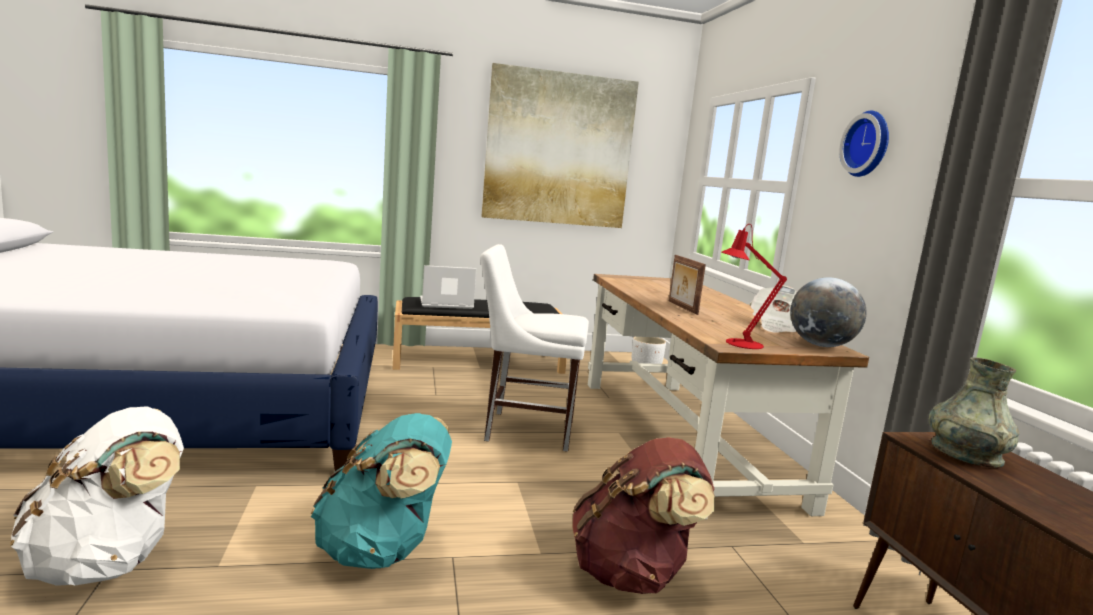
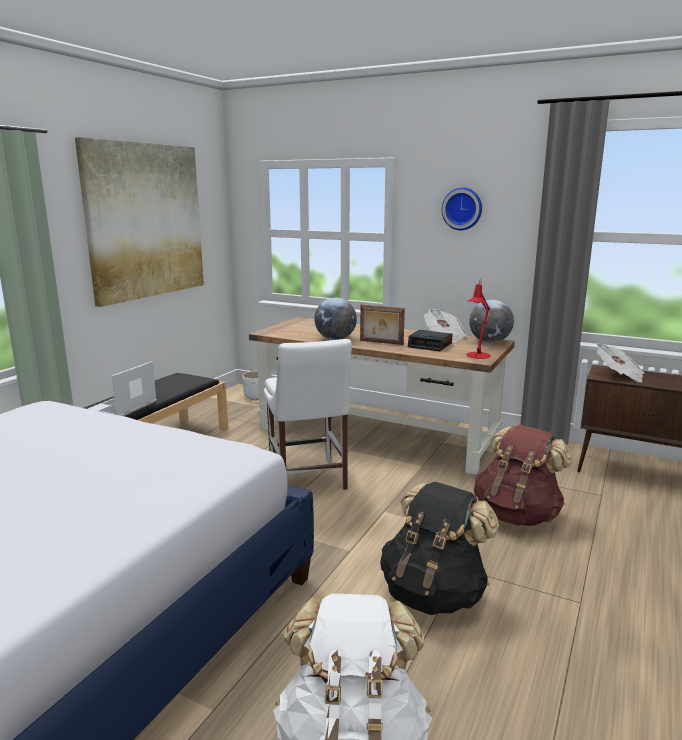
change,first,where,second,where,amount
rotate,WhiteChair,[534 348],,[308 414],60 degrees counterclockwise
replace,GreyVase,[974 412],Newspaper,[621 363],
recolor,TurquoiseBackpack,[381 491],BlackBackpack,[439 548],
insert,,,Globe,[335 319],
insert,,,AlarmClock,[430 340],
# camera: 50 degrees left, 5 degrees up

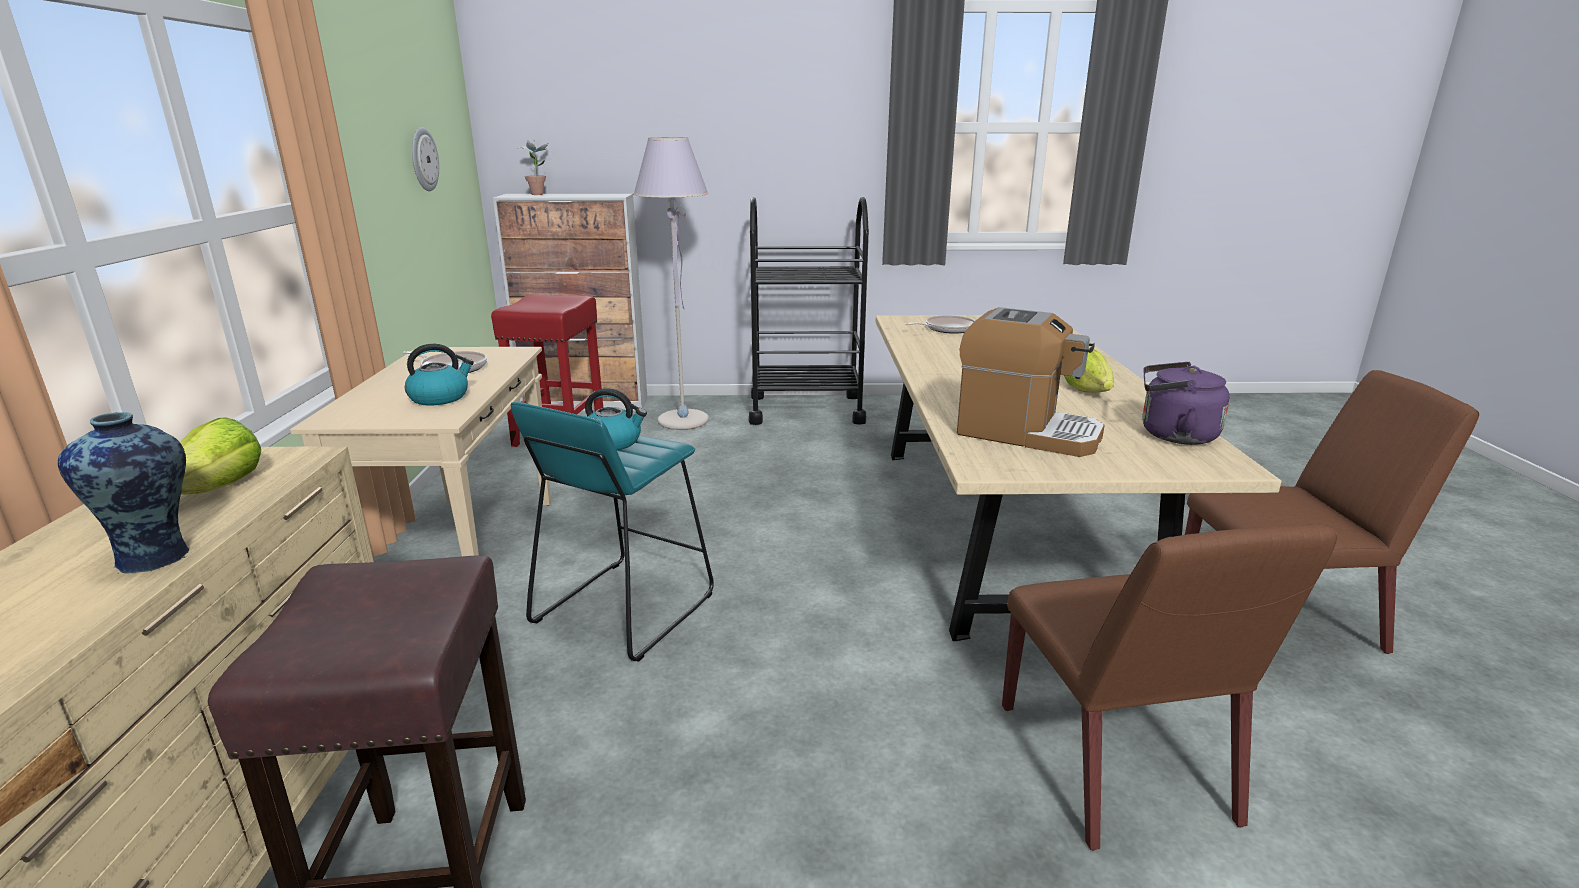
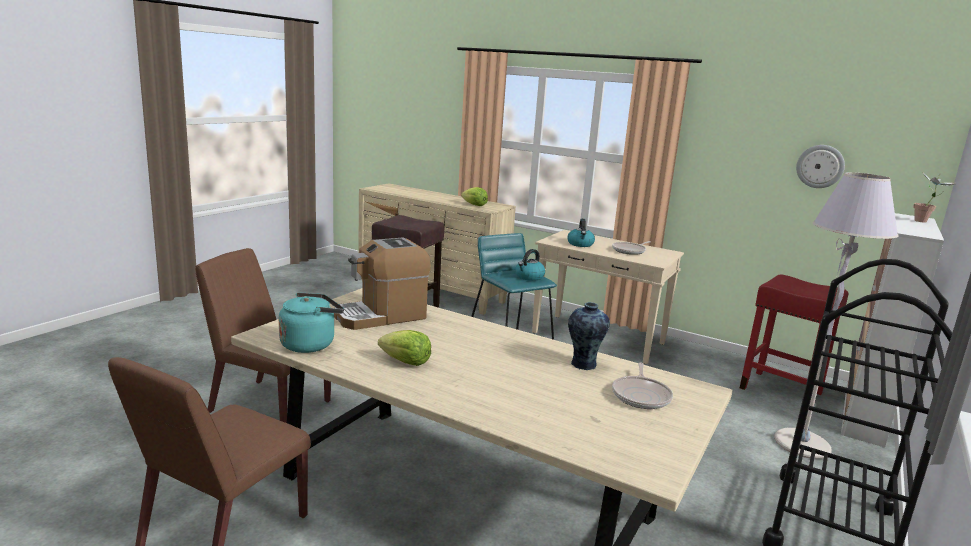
change,first,where,second,where,amount
recolor,PurpleKettle,[1186 403],TurquoiseKettle,[311 322],
move,Vase,[123 493],,[589 336],
# camera: 120 degrees right, 5 degrees down

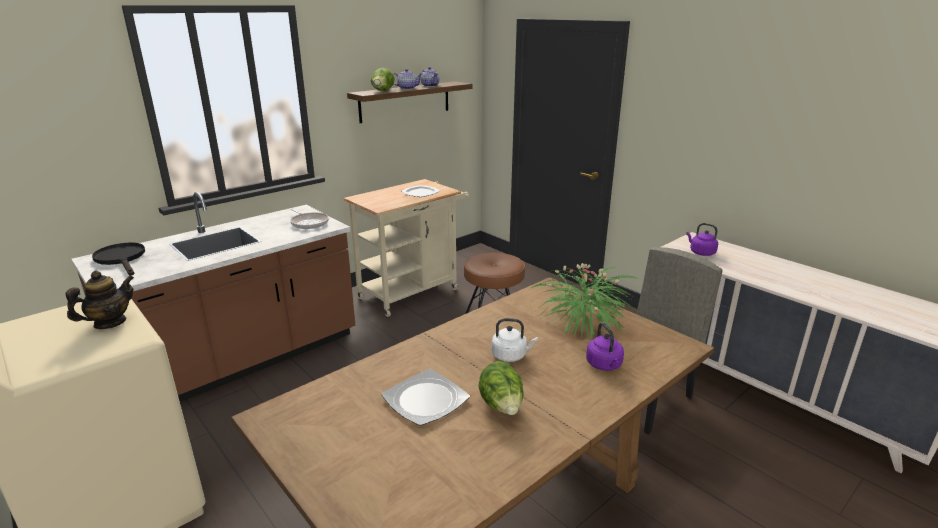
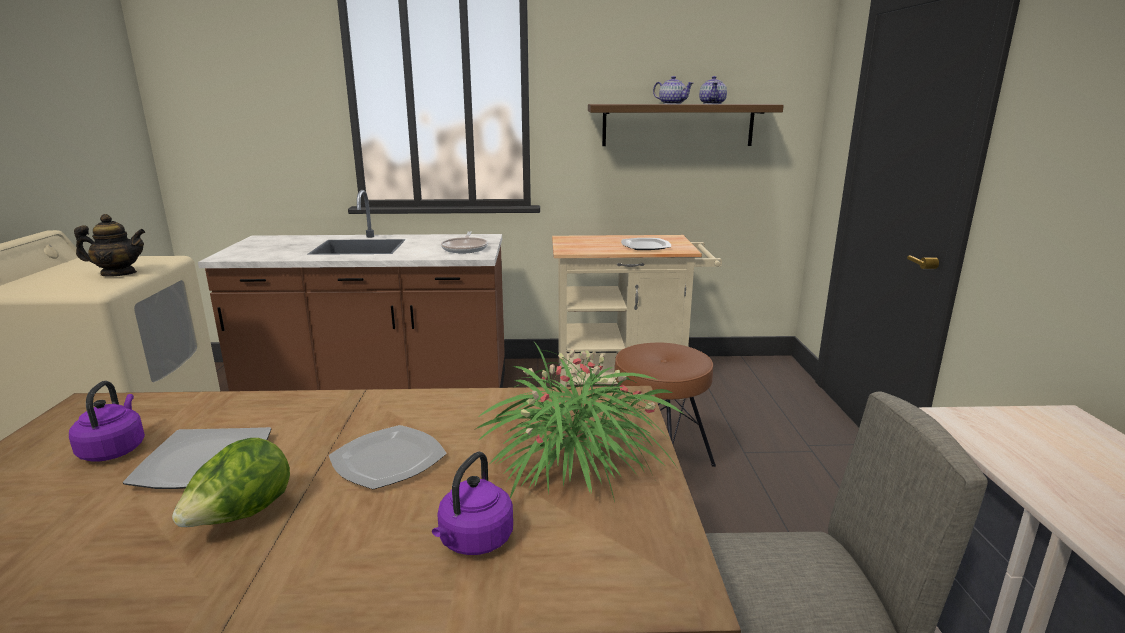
change,first,where,second,where,amount
delete,Lettuce,[383 79],,,
move,PurpleKettle,[702 239],,[107 421],
delete,BlackFryingPan,[118 258],,,
replace,WhiteKettle,[514 340],Plate,[388 457],
# camera: 40 degrees right, 5 degrees down

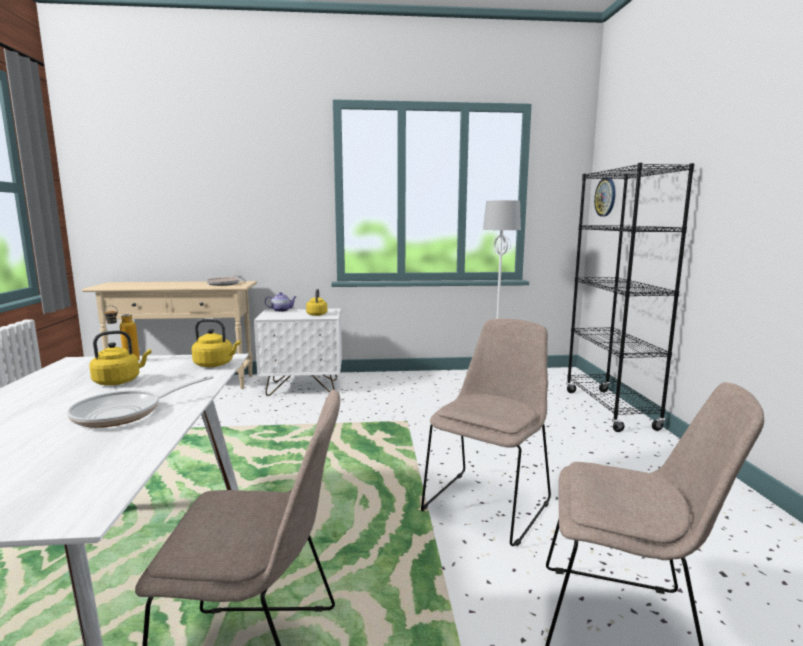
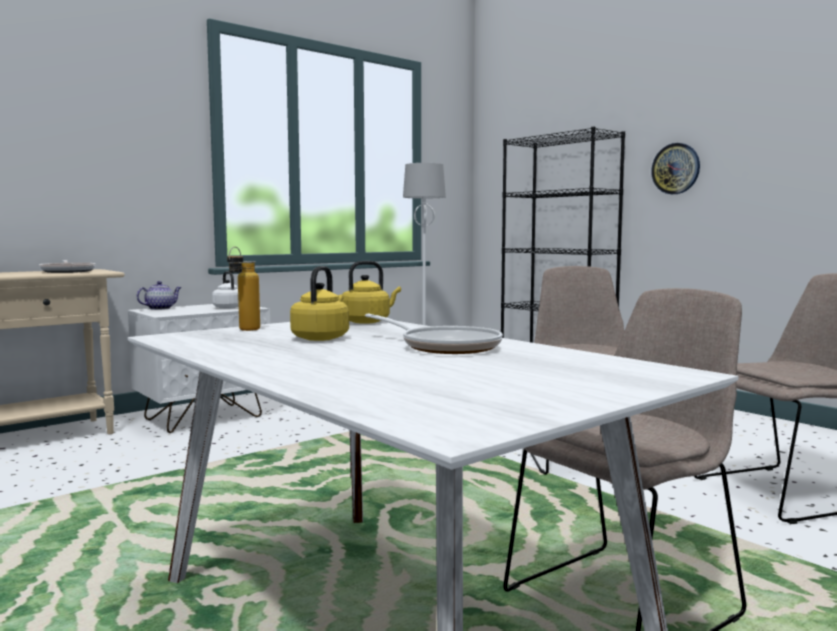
change,first,where,second,where,amount
move,WallClock,[605 198],,[675 168],
recolor,YellowKettle,[316 302],WhiteKettle,[225 290],
rotate,FryingPan,[140 401],,[434 334],60 degrees counterclockwise
# camera: 35 degrees left, 5 degrees down

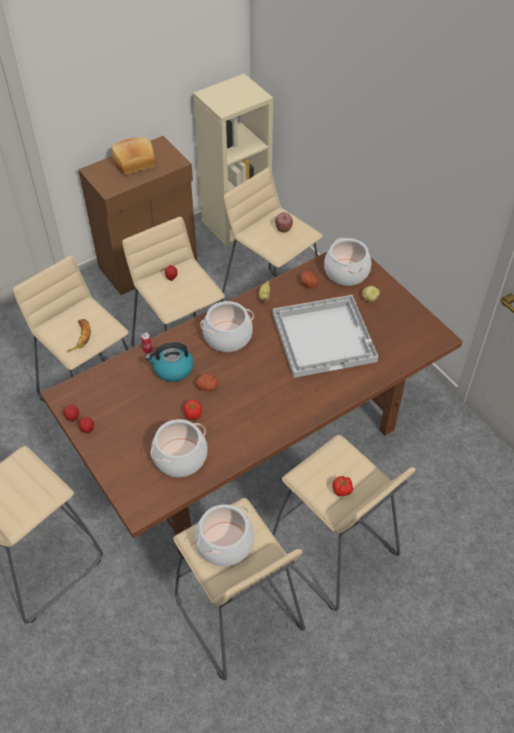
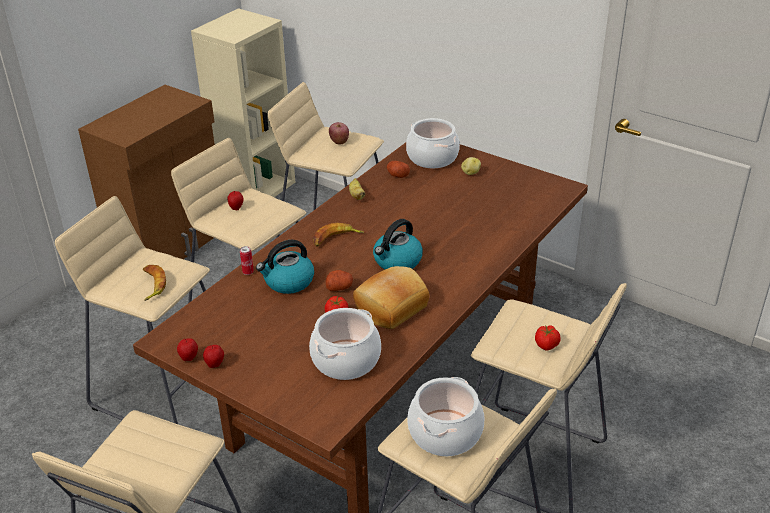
change,first,where,second,where,amount
move,Bread,[133 156],,[391 297],
delete,WhiteTray,[325 336],,,
replace,CookingPot,[227 326],Banana,[338 235],
insert,,,Kettle,[398 244],
# camera: 20 degrees left, 15 degrees down

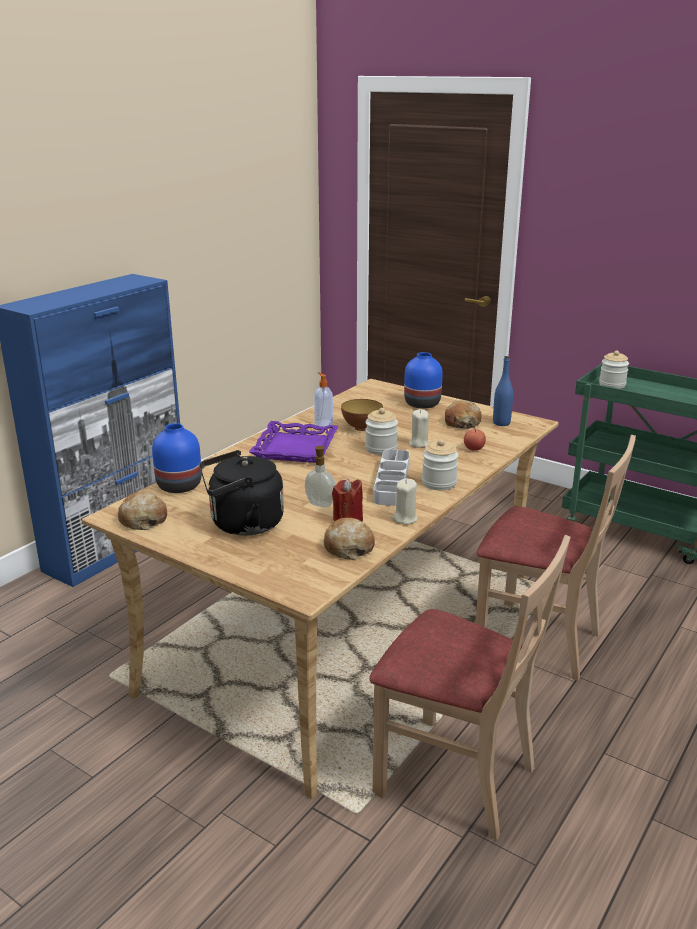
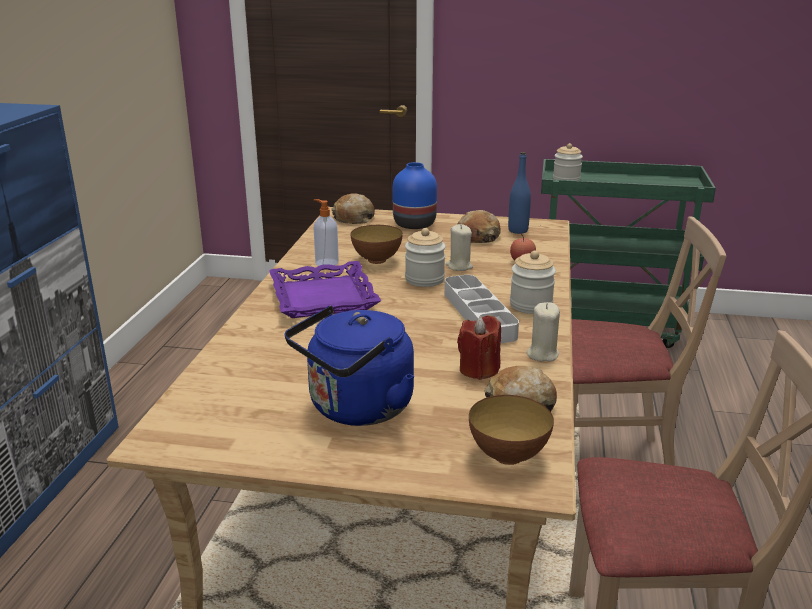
change,first,where,second,where,amount
delete,BlueVase,[177 458],,,
delete,SoapDispenser,[320 476],,,
recolor,BlackKettle,[241 493],BlueKettle,[349 365],
move,Bread,[142 510],,[353 208],
insert,,,Bowl,[511 430],
# camera: 25 degrees left, 0 degrees up

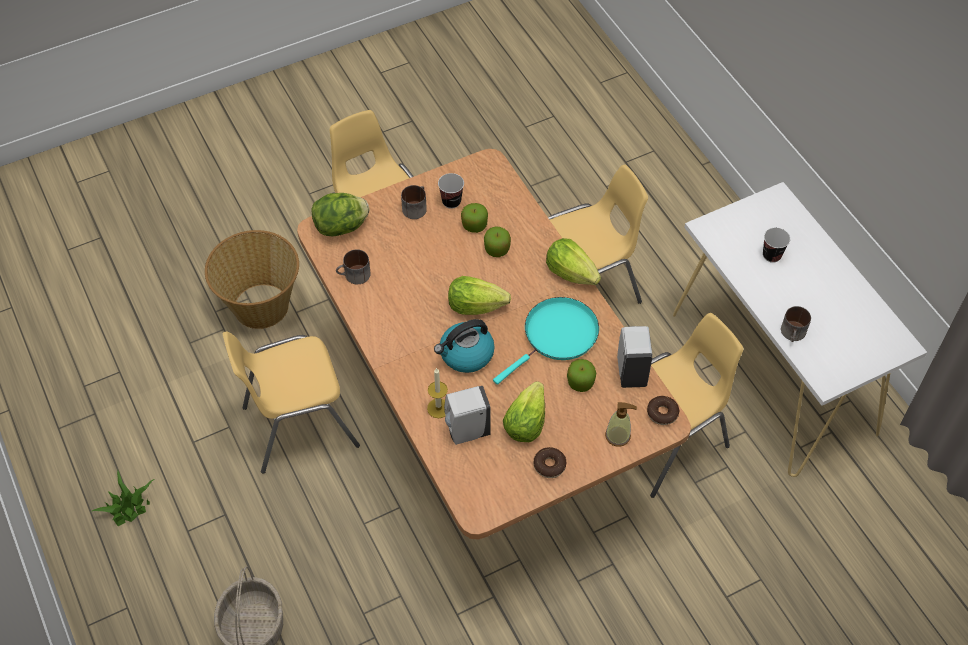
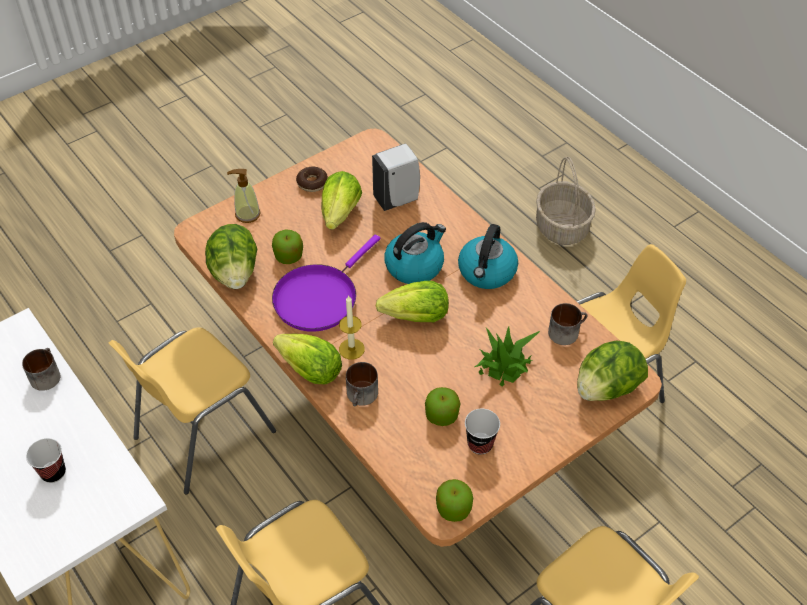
change,first,where,second,where,amount
move,Mug,[414 202],,[362 384],
move,Apple,[497 241],,[454 500],
delete,Basket,[252 279],,,
recolor,TurquoiseFryingPan,[546 341],PurpleFryingPan,[326 283],
replace,WhiteSoapDispenser,[634 357],Lettuce,[231 256],
move,Candle,[437 393],,[352 327],
delete,Donut,[663 410],,,
move,PottedPlant,[122 498],,[507 356],
insert,,,Kettle,[488 256],
# camera: 170 degrees right, 5 degrees down

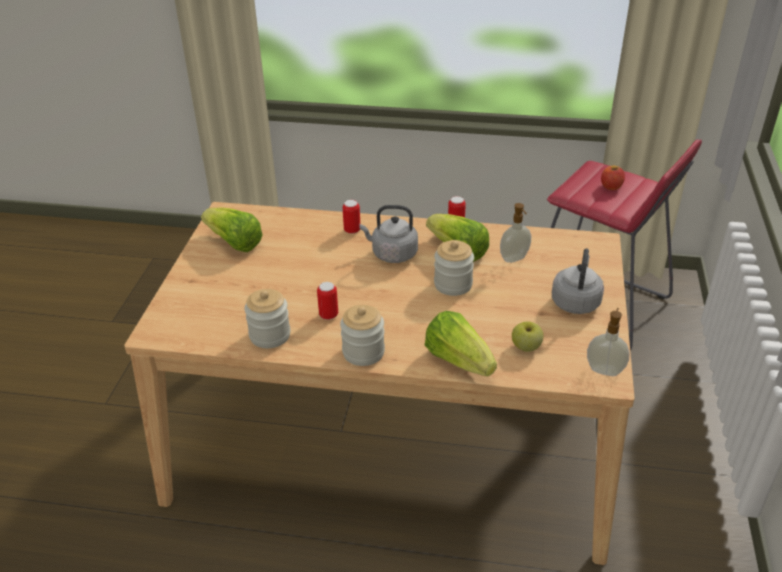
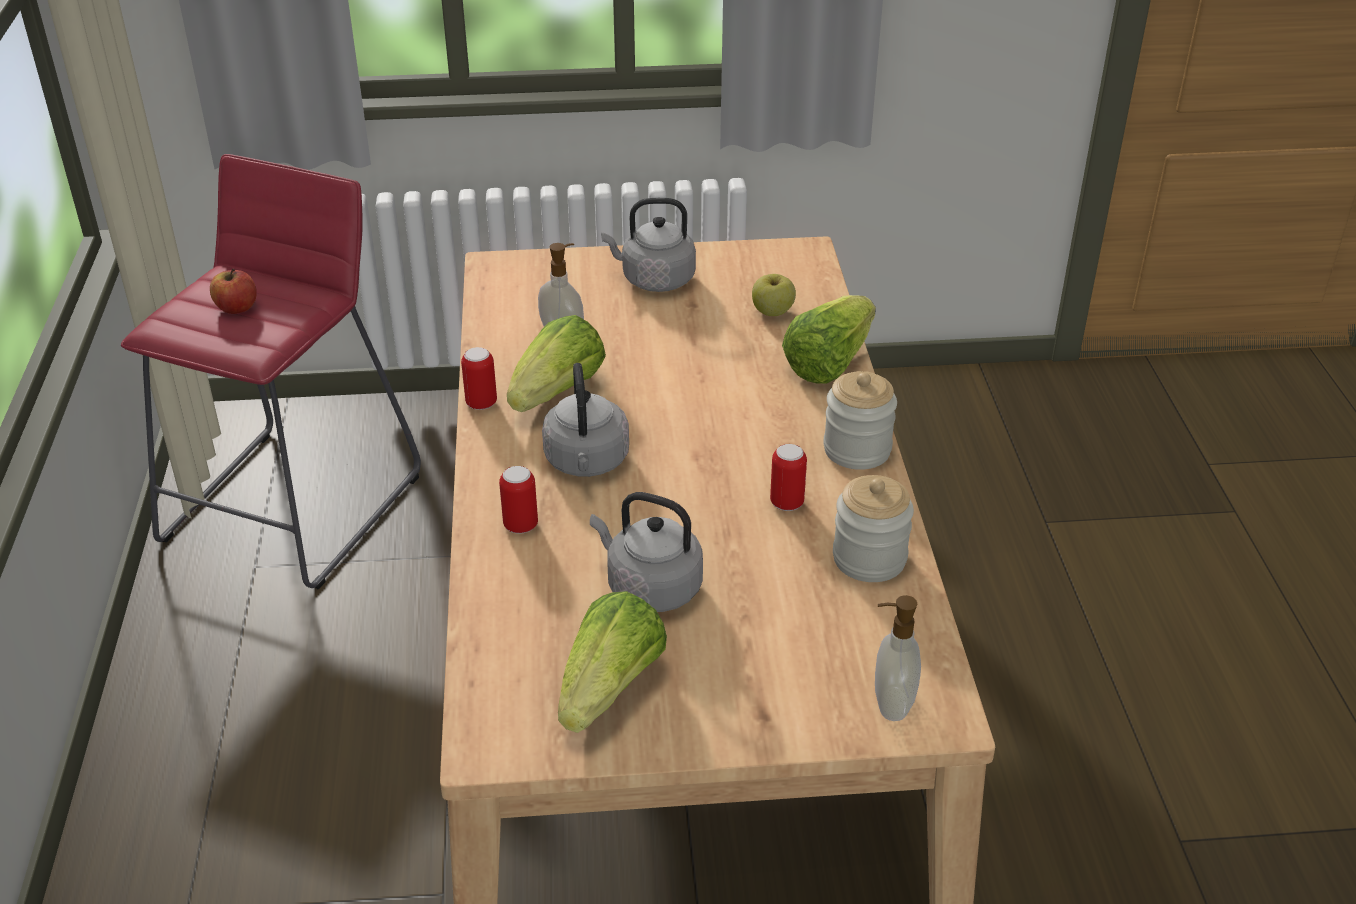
change,first,where,second,where,amount
delete,Jar,[454 268],,,
move,SoapDispenser,[608 342],,[898 658],
insert,,,GreyKettle,[646 552],
# camera: 105 degrees left, 0 degrees up

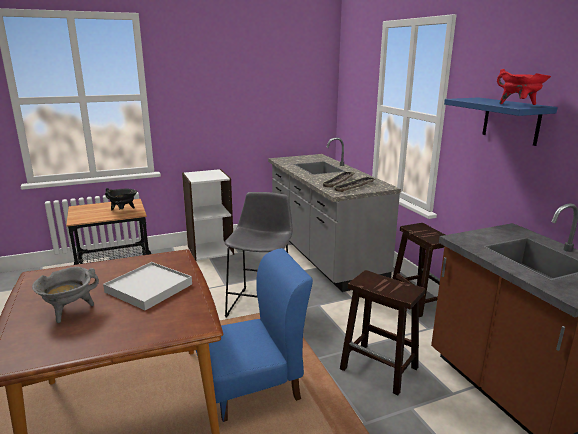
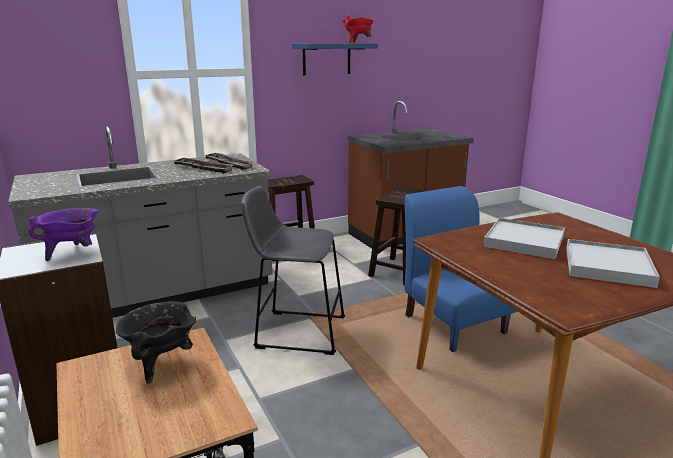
change,first,where,second,where,amount
replace,GreyCookingPot,[65 295],WhiteTray,[613 263],
insert,,,PurpleCookingPot,[63 234],
# camera: 95 degrees left, 0 degrees up

